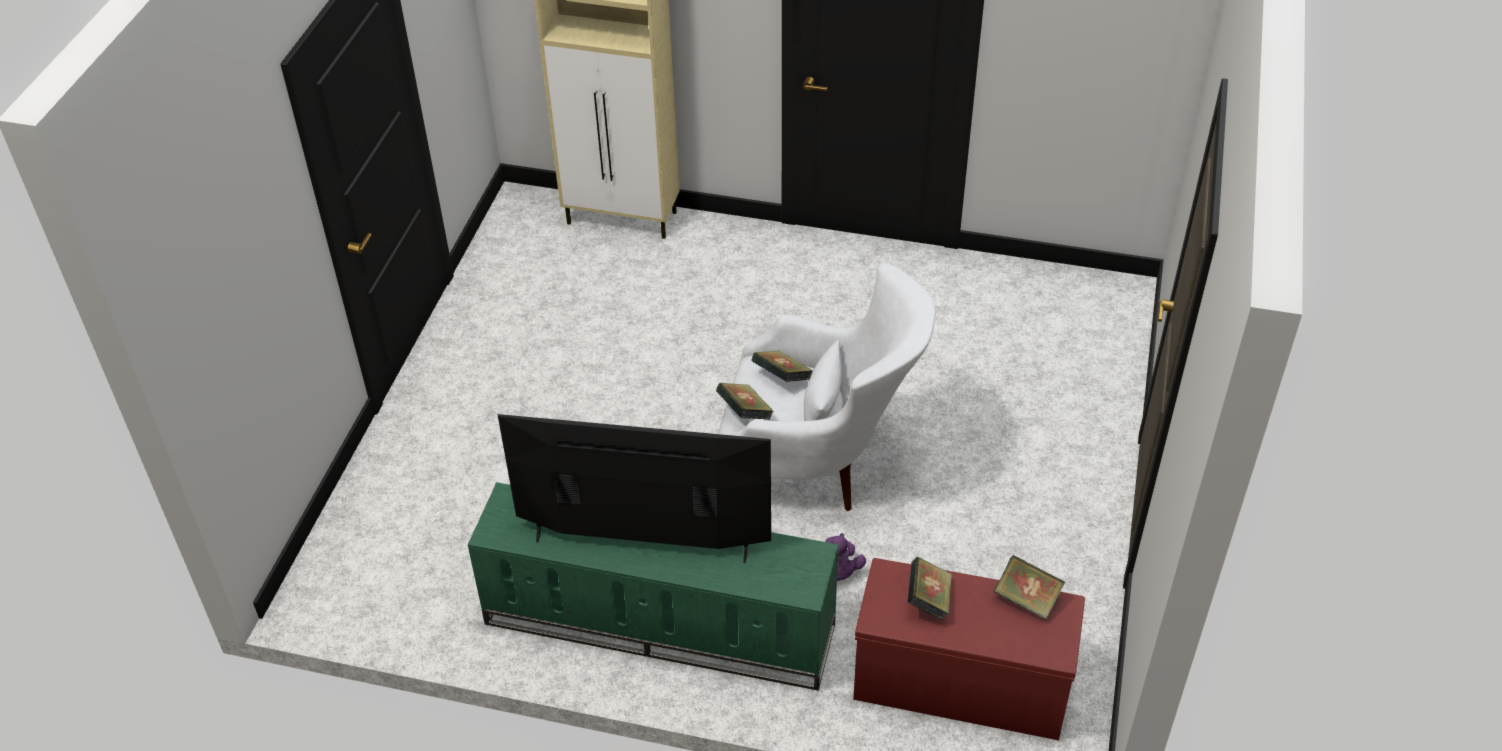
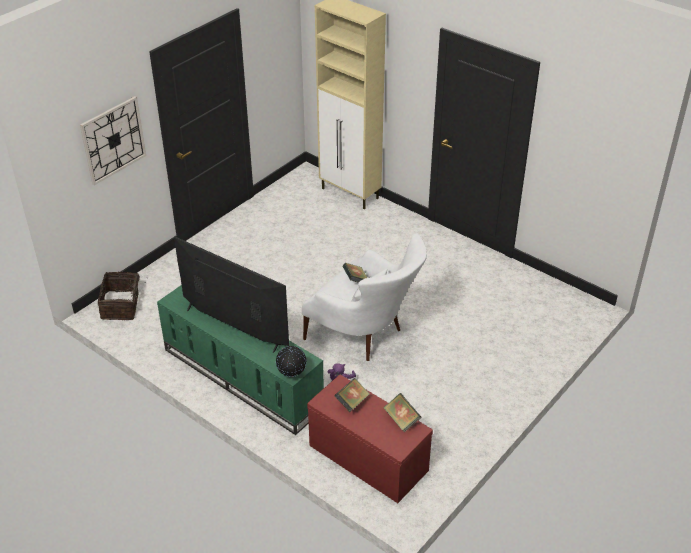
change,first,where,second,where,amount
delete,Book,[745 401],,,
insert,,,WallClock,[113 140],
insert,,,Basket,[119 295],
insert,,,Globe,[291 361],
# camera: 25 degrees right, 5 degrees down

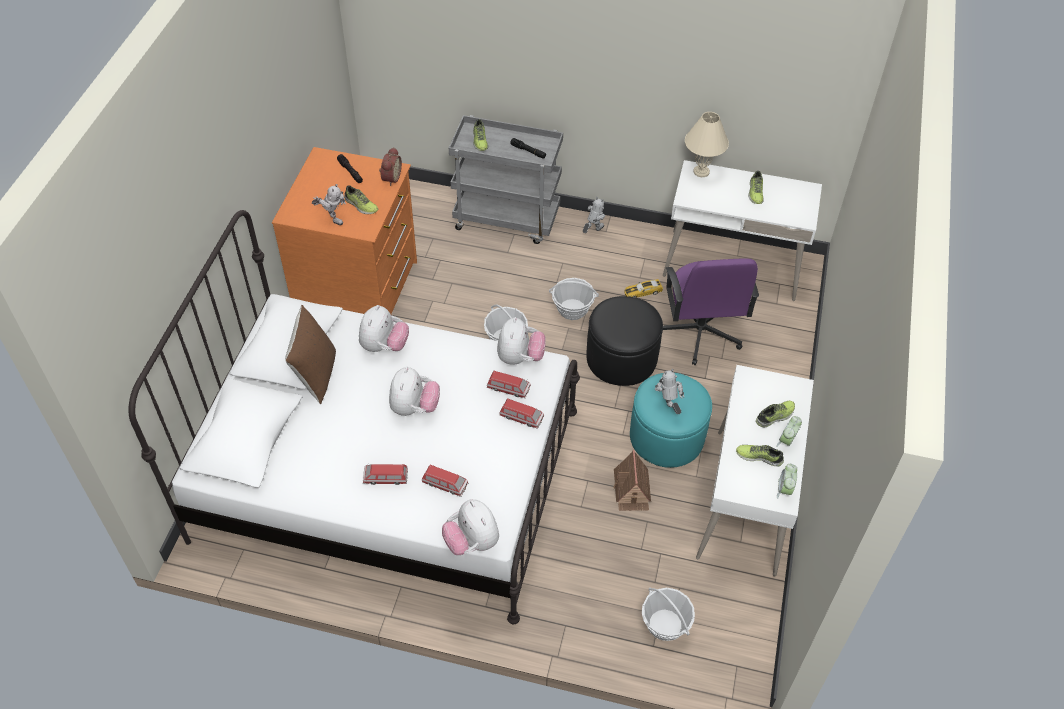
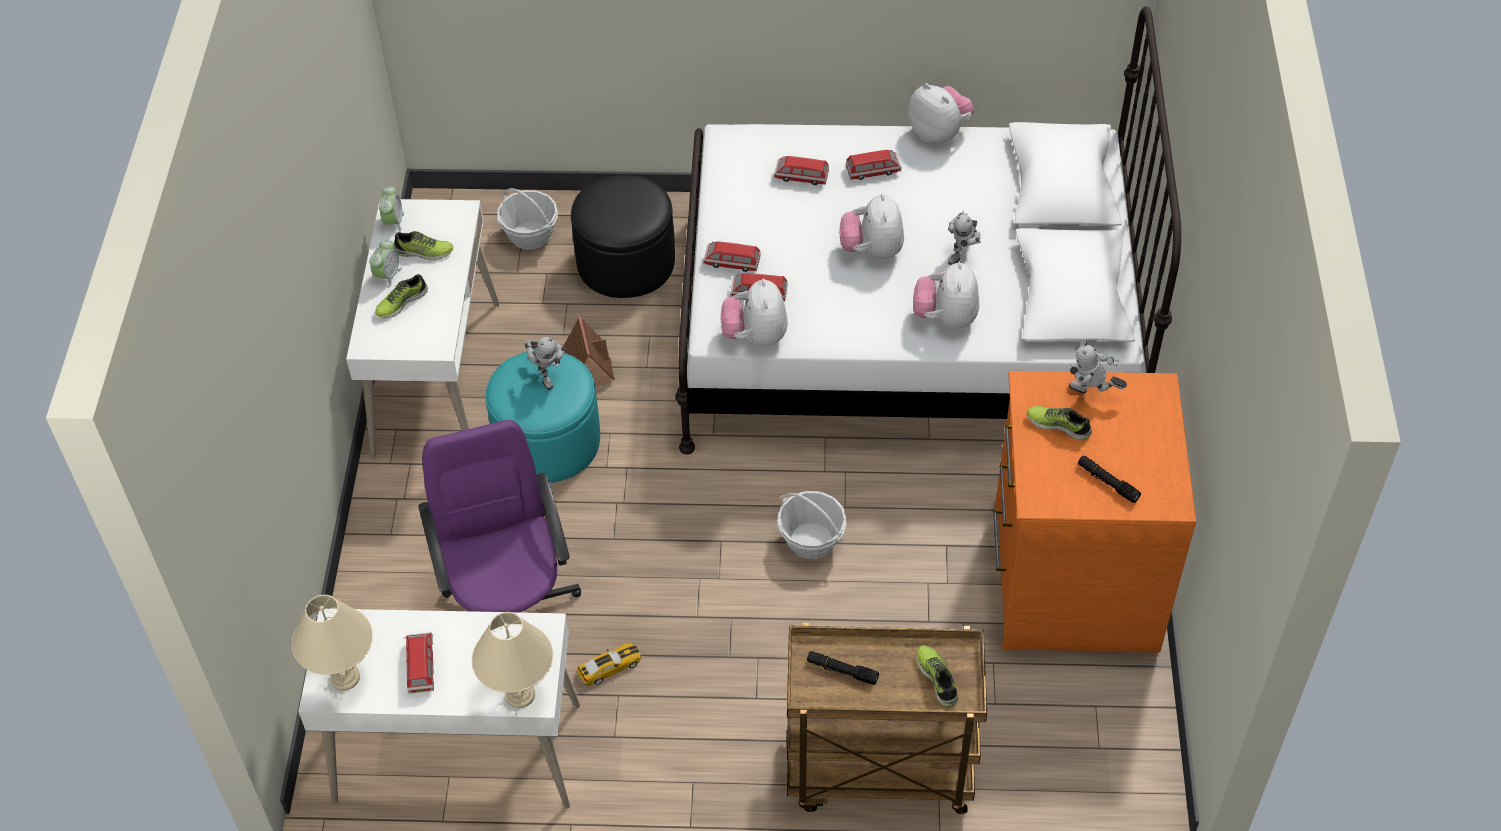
change,first,where,second,where,amount
recolor,GreyCart,[506 179],BrownCart,[887 718],
delete,AlarmClock,[390 166],,,
replace,Shoe,[756 187],ToyCar,[419 663],
move,ToyRobot,[594 215],,[964 238],
delete,Basket,[574 299],,,
move,BlackOttoman,[624 341],,[623 236],
delete,BrownPillow,[310 354],,,
move,PlushToy,[470 527],,[941 113],
insert,,,BeigeTableLamp,[332 643],
# camera: 170 degrees right, 0 degrees up

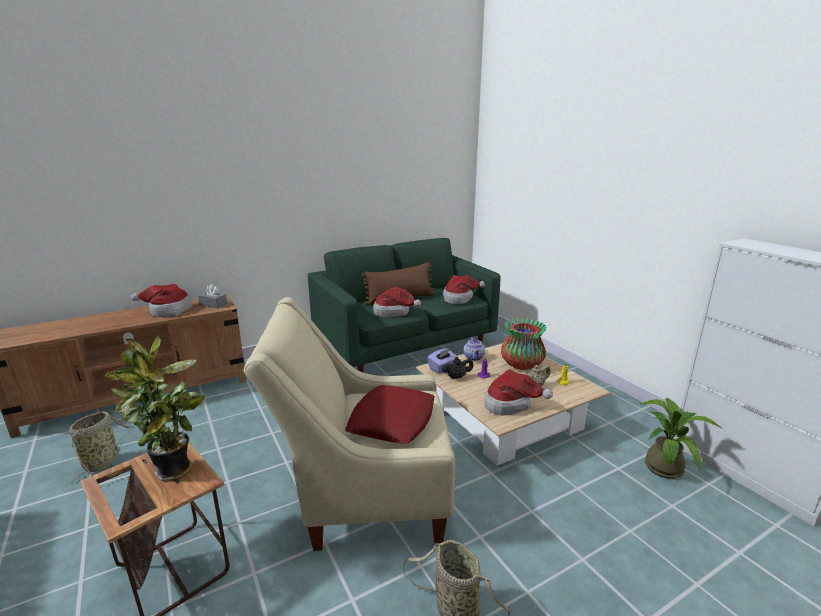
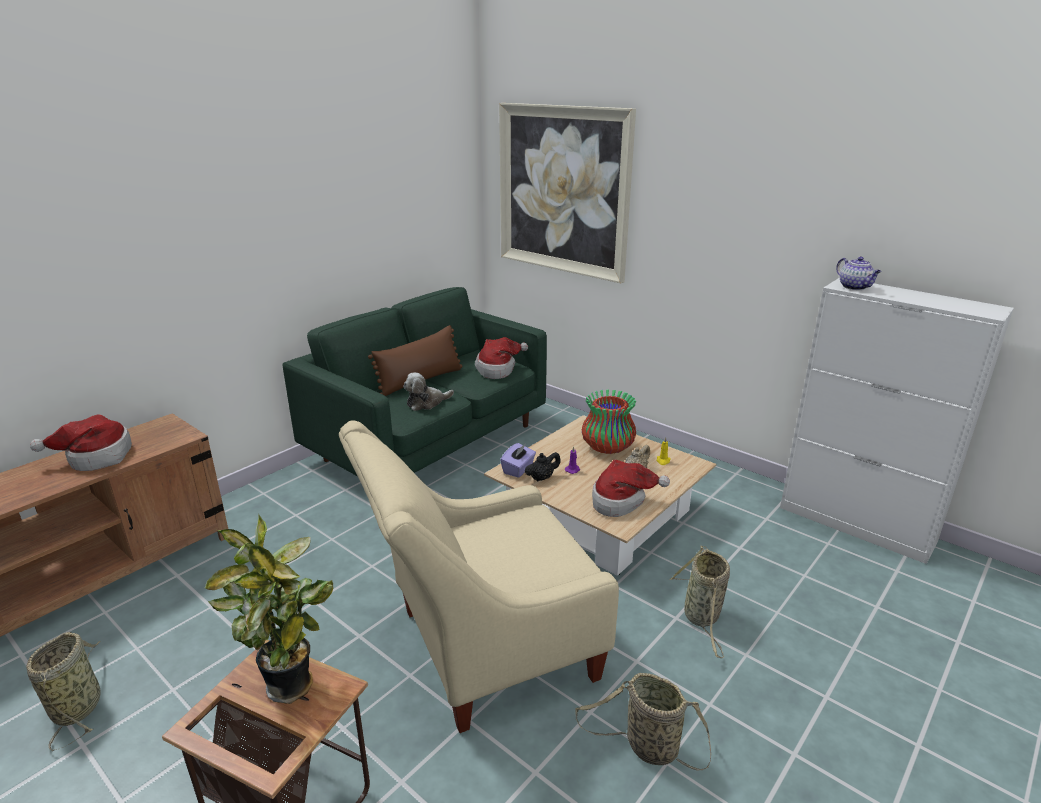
change,first,where,second,where,amount
delete,GreyTissueBox,[212 296],,,
replace,Hat,[397 301],PlushToy,[428 391],
move,Teapot,[474 349],,[859 273],
delete,RedPillow,[389 414],,,
delete,PottedPlant,[680 438],,,
insert,,,Picture,[567 193],
insert,,,Basket,[699 602],
# camera: 20 degrees left, 5 degrees up

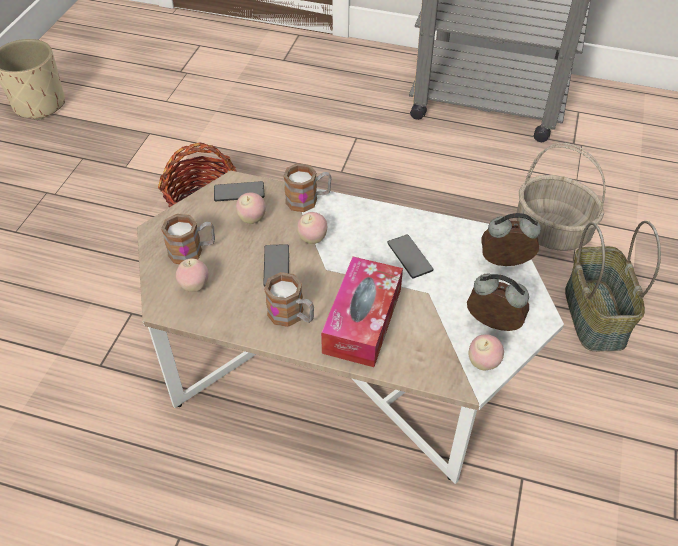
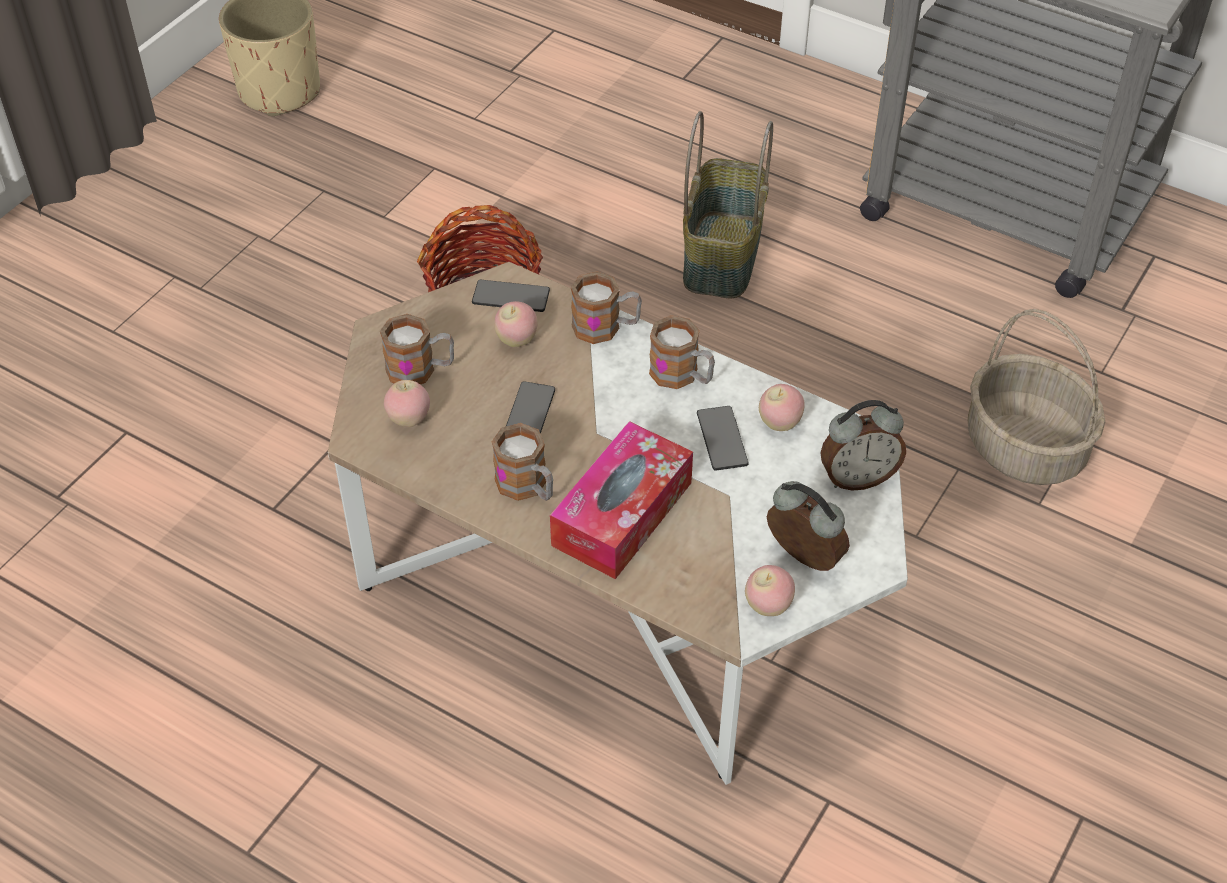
change,first,where,second,where,amount
move,Apple,[312 228],,[782 407],
rotate,AlarmClock,[511 239],,[863 445],150 degrees clockwise
move,Basket,[613 286],,[728 205],
insert,,,Mug,[682 352],
# camera: 15 degrees right, 0 degrees up

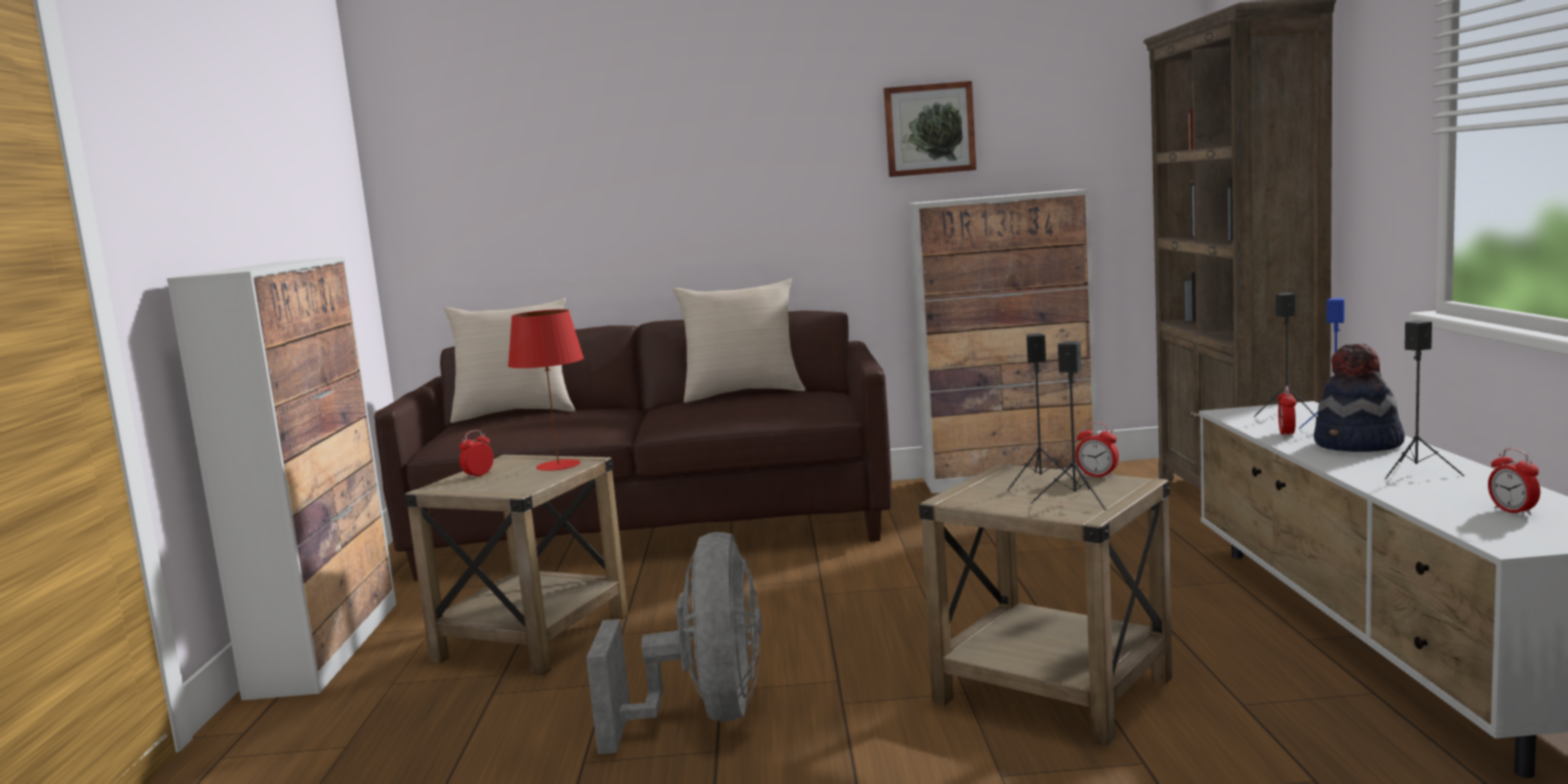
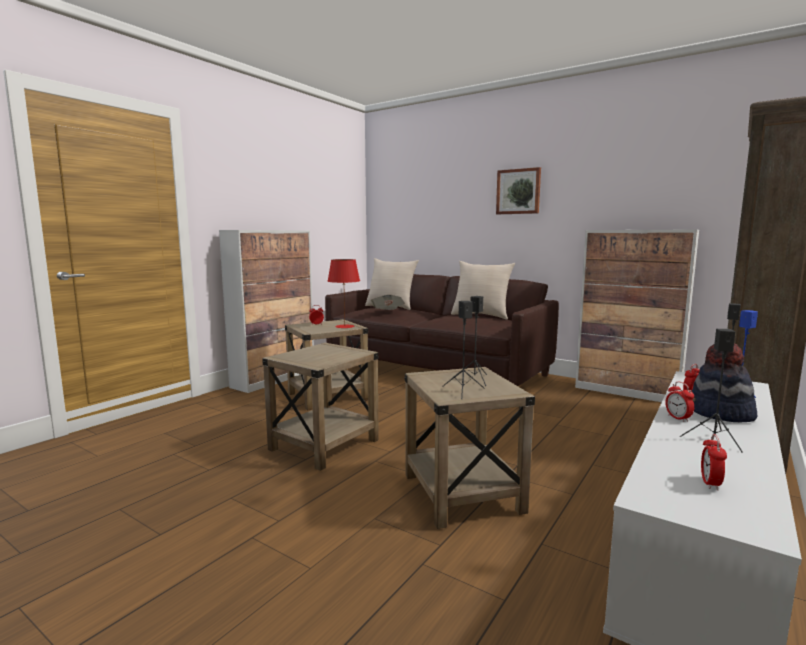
change,first,where,second,where,amount
move,Picture,[930 129],,[518 190],
move,AlarmClock,[1097 450],,[679 402],
replace,GreyFan,[674 643],BeigeSideTable,[320 407],
insert,,,Newspaper,[388 302],
# camera: 35 degrees right, 0 degrees up

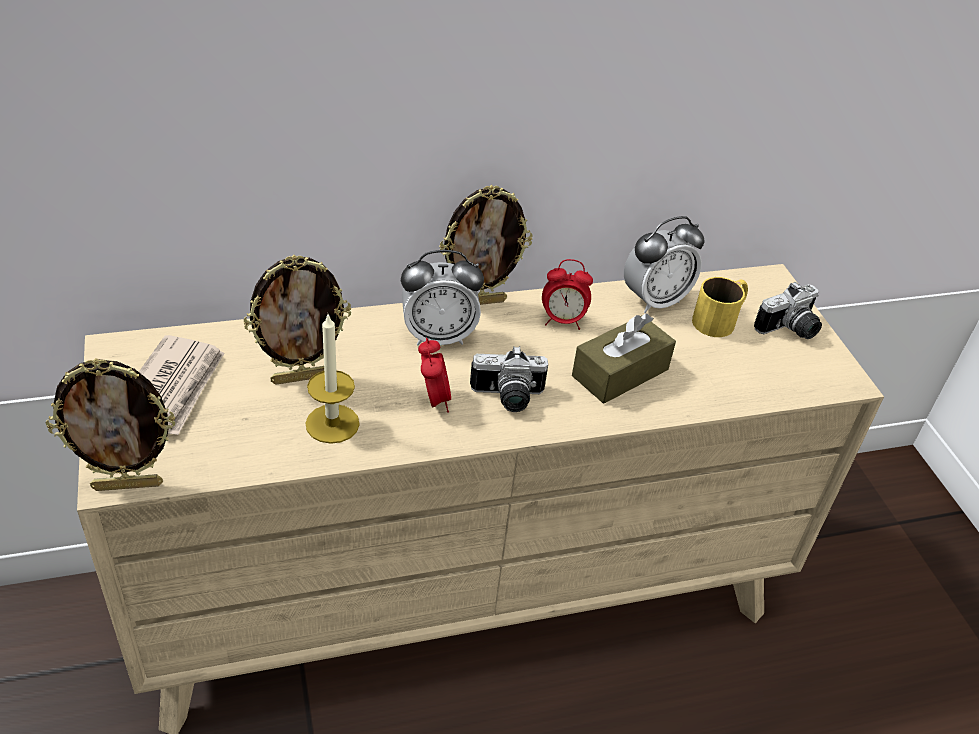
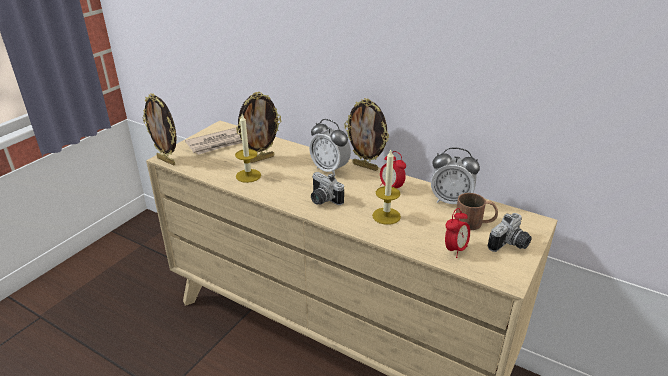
change,first,where,second,where,amount
rotate,PictureFrame,[297 320],,[259 127],60 degrees counterclockwise
recolor,YellowMug,[720 307],BrownMug,[476 211],
rotate,PhotoCamera,[788 310],,[510 232],60 degrees counterclockwise
replace,BrownTissueBox,[624 358],Candle,[386 187],
move,AlarmClock,[434 375],,[457 233],
# camera: 50 degrees right, 10 degrees down

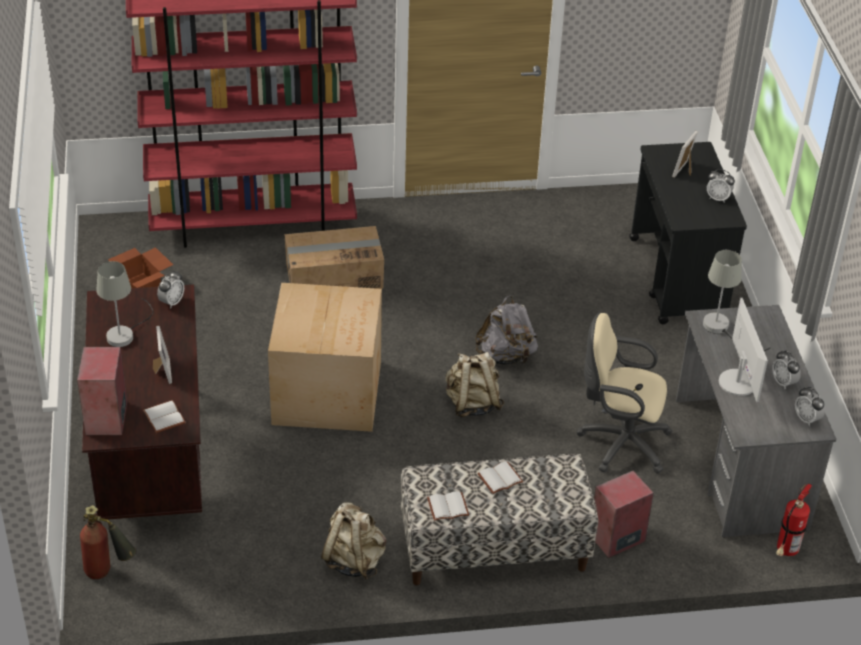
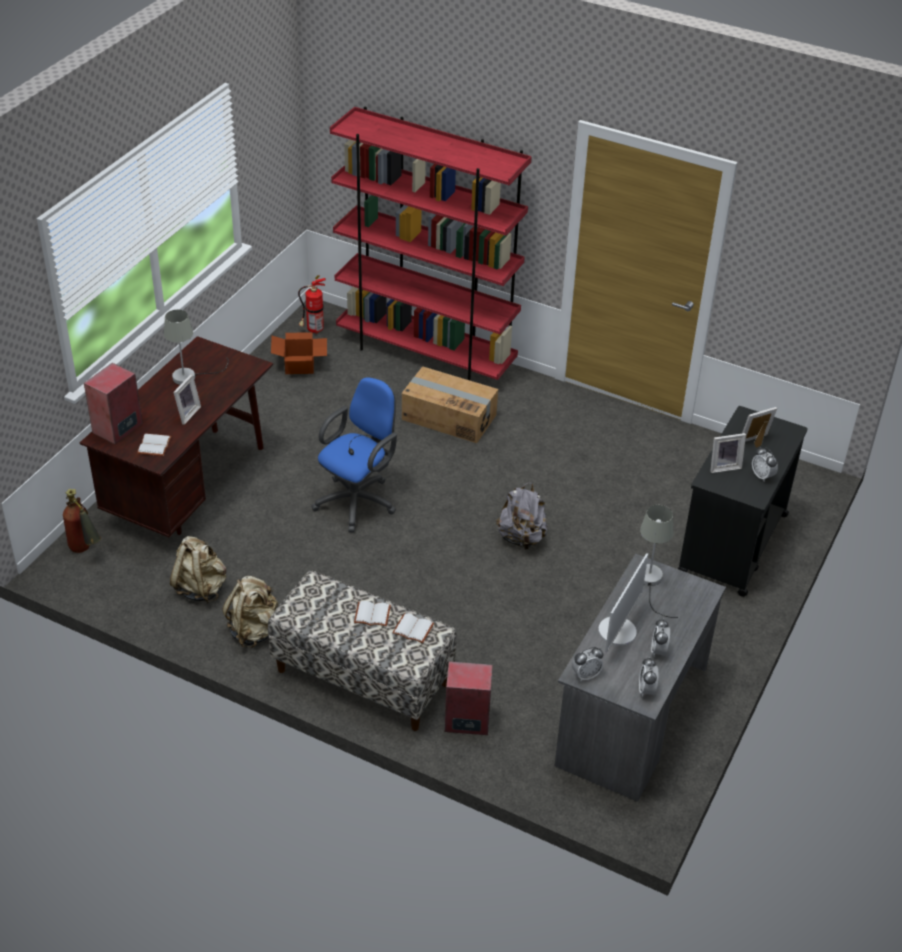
change,first,where,second,where,amount
move,AlarmClock,[170 289],,[587 664],
replace,CardboardBox,[325 357],BlueOfficeChair,[354 455],
delete,BeigeOfficeChair,[625 393],,,
move,BeigeBackpack,[475 384],,[198 569],
move,FireExtinguisher,[794 520],,[312 304],
move,WhiteBook,[448 506],,[413 628],
insert,,,PictureFrame,[728 453],
# camera: 35 degrees right, 0 degrees up

